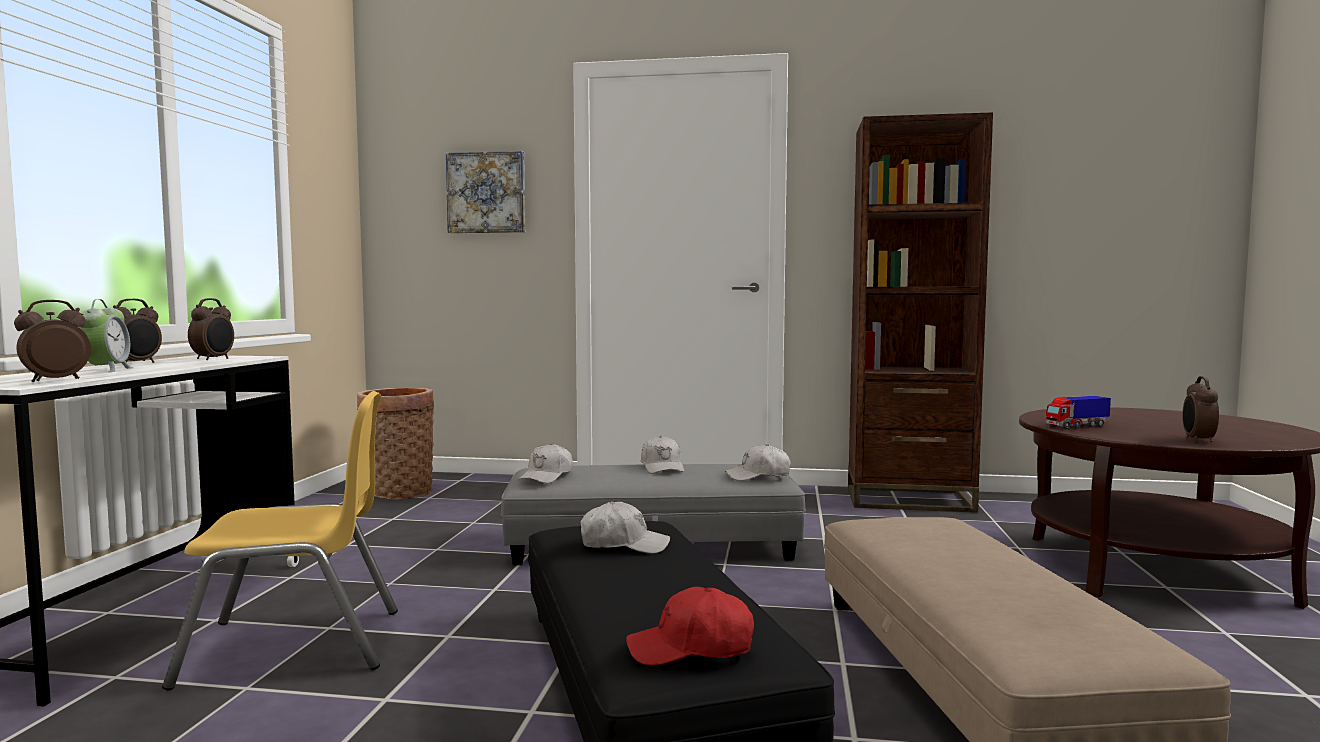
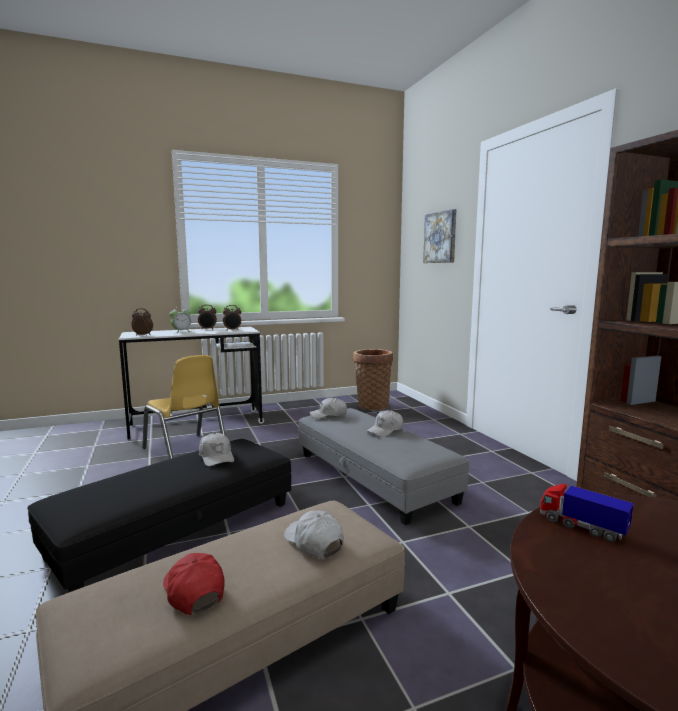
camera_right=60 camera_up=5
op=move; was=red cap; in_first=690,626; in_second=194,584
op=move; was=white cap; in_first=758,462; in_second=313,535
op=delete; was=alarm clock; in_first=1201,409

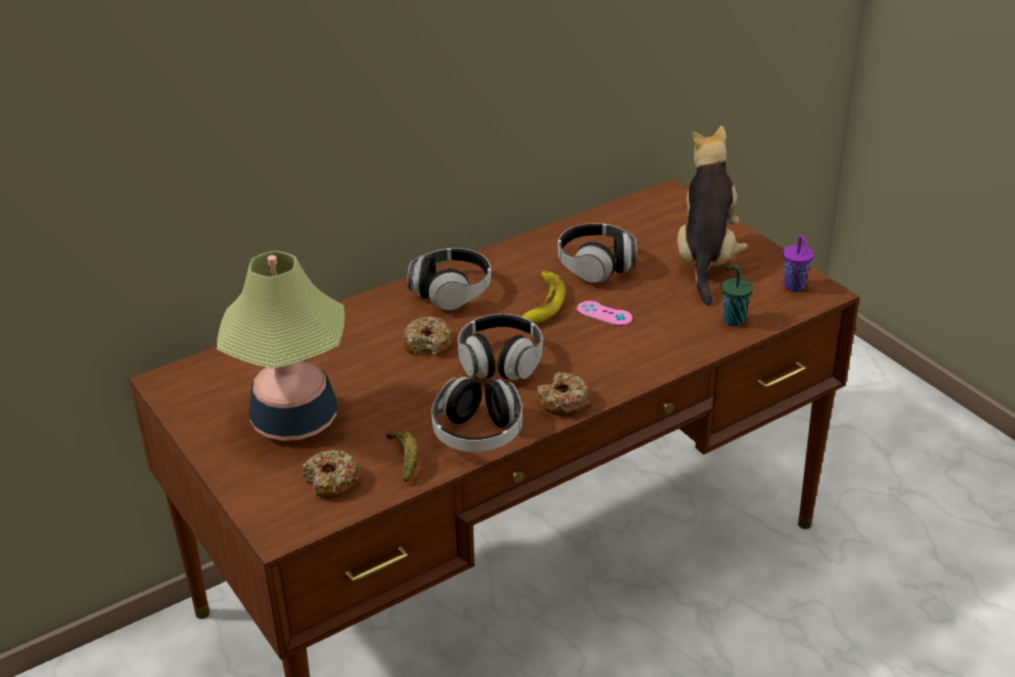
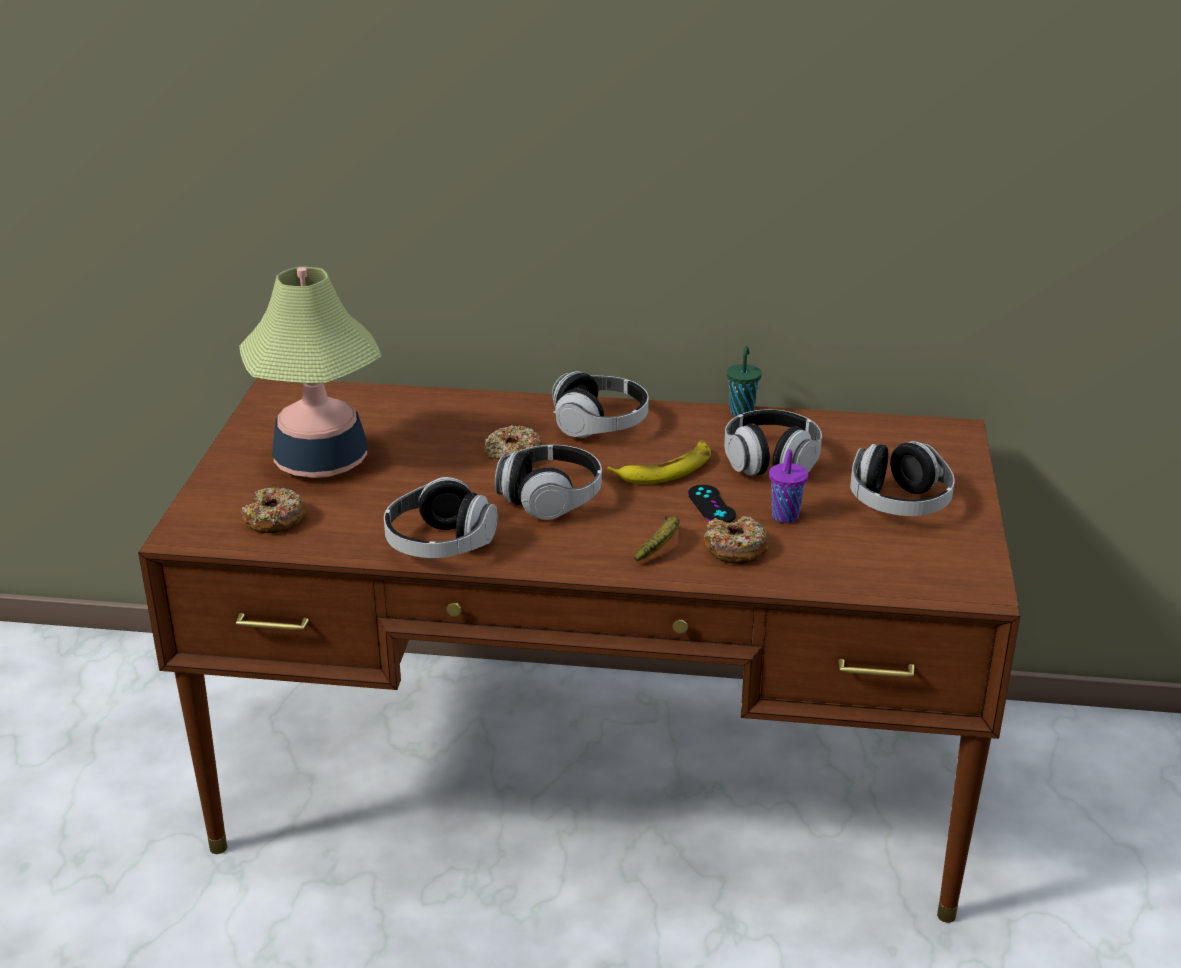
camera_right=40 camera_up=-5
op=move; was=banana; in_first=402,456; in_second=657,538
op=move; was=donut; in_first=563,394; in_second=736,540
op=recolor; was=pink game controller; now=black game controller; in_first=604,313; in_second=712,504
op=replace; was=plush toy; now=headphones; in_first=712,215; in_second=902,478
op=move; was=green cup; in_first=737,295; in_second=744,381
op=move; was=purple cup; in_first=798,263; in_second=788,486

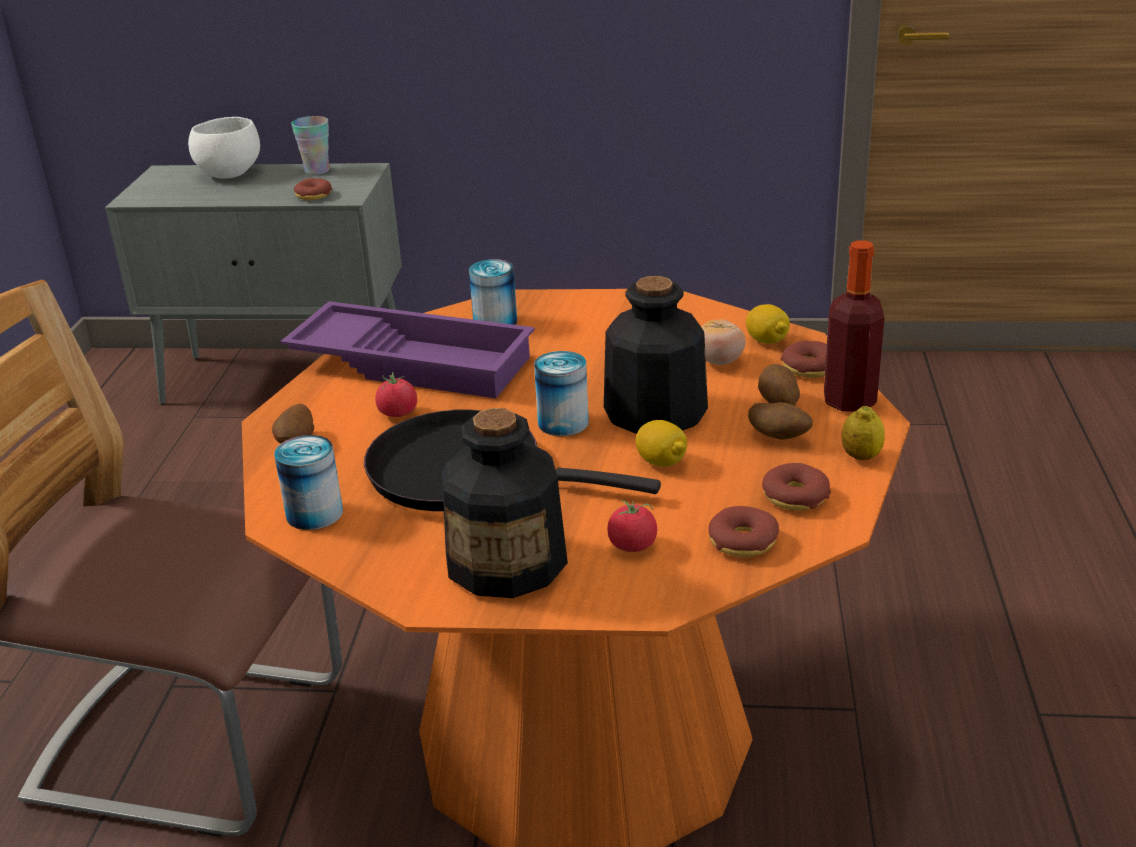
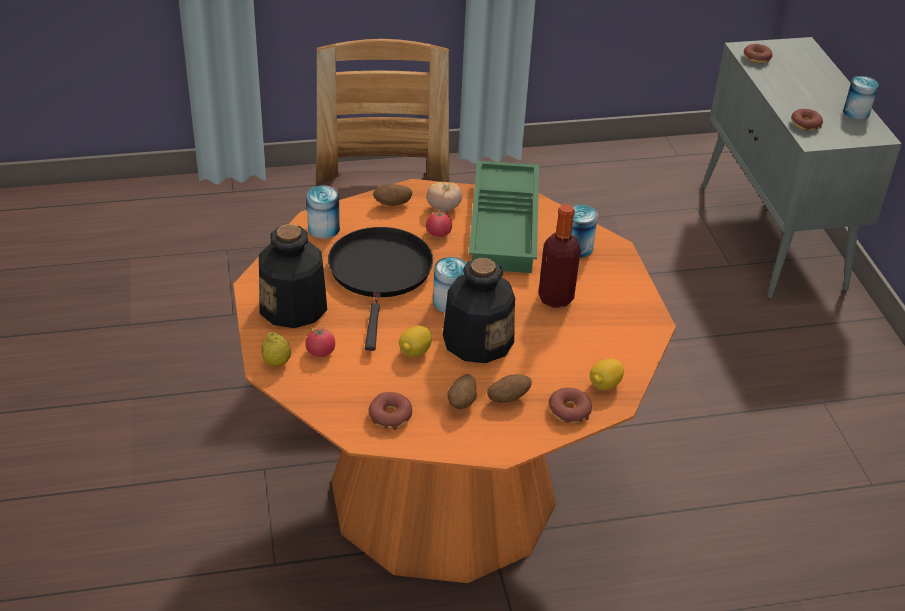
camera_right=70 camera_up=10
op=delete; was=white bowl; in_first=224,148
op=recolor; was=purple tray; now=green tray; in_first=407,349; in_second=504,217
op=replace; was=cup; now=can; in_first=310,145; in_second=860,98
op=move; was=tomato; in_first=723,342; in_second=444,196
op=move; was=donut; in_first=743,531; in_second=758,53
op=move; was=bottle; in_first=854,325; in_second=559,256
op=move; was=lemon; in_first=863,433; in_second=276,349

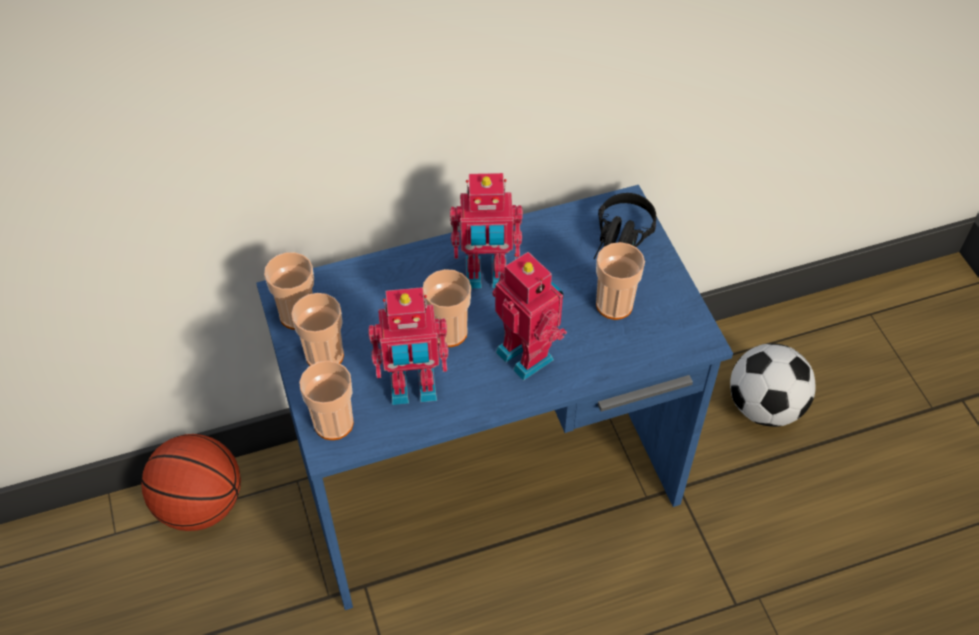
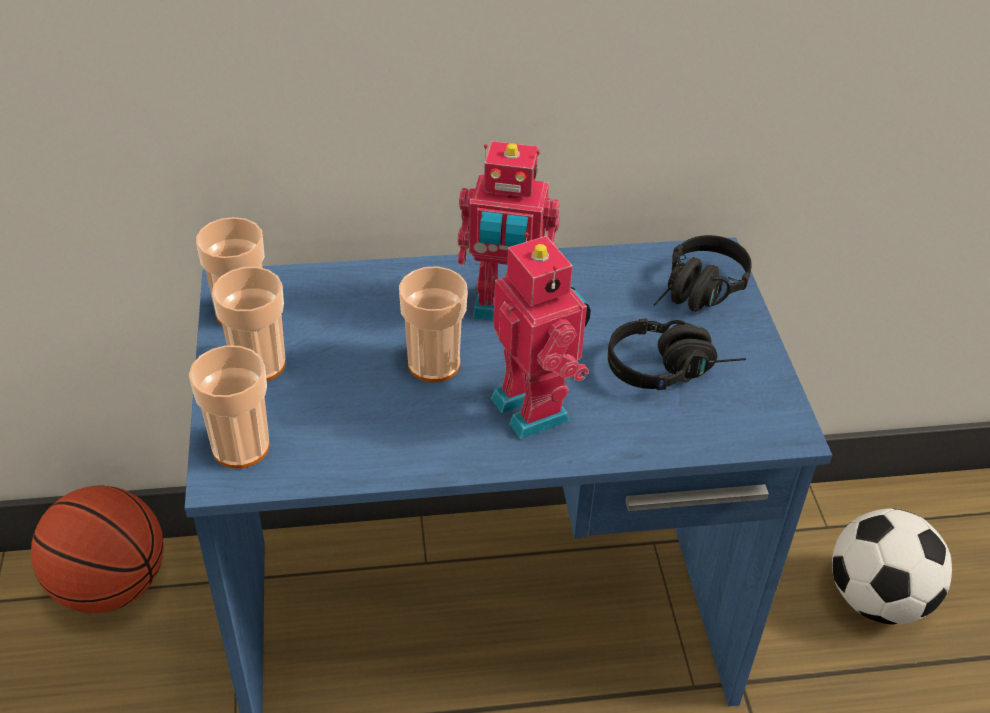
camera_right=10 camera_up=-10
op=delete; was=toy robot; in_first=408,346
op=replace; was=cup; now=black headphones; in_first=620,281; in_second=677,354

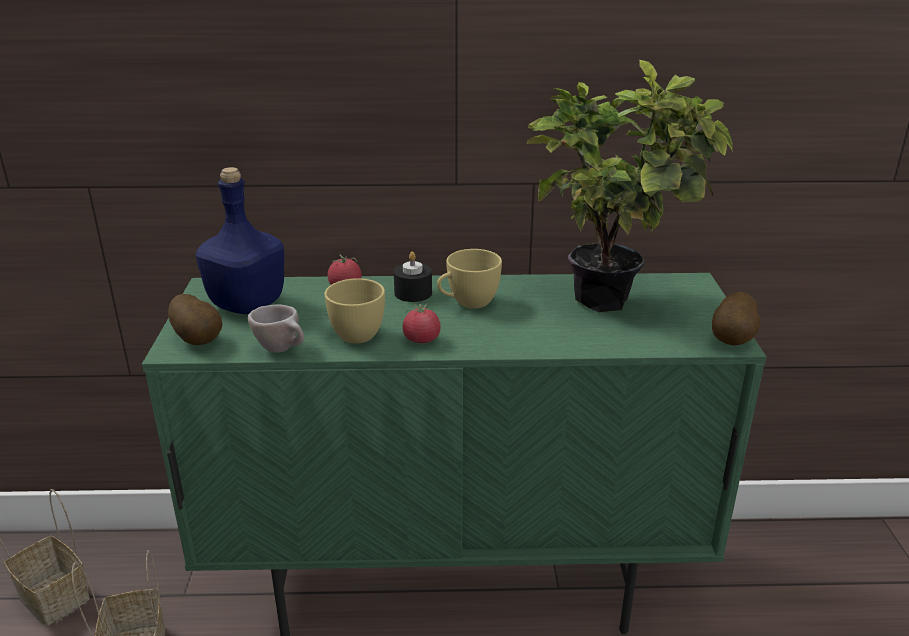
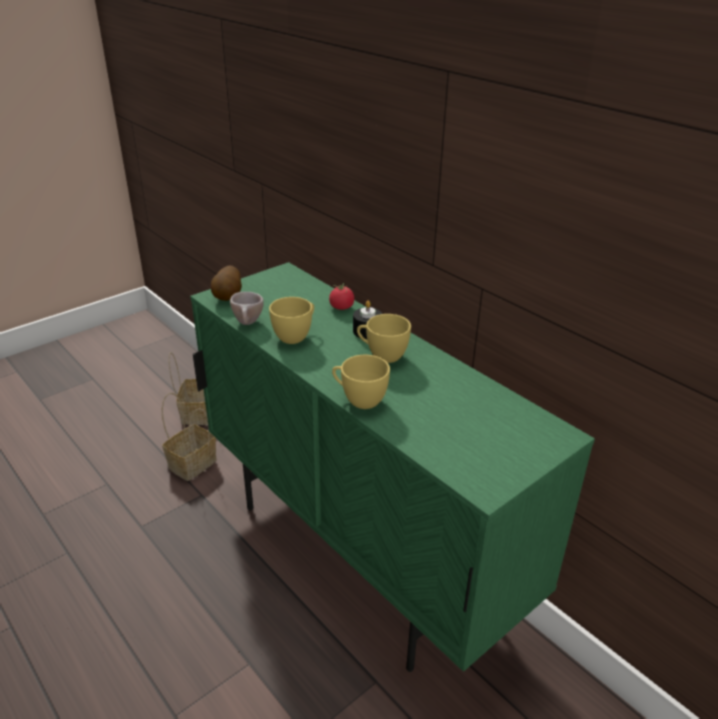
camera_right=50 camera_up=5
op=delete; was=blue bottle; in_first=240,240
op=delete; was=tomato; in_first=422,322
op=delete; was=potted plant; in_first=629,186
op=delete; was=potato; in_first=736,319
op=insert; now=yellow cup; in_second=361,382

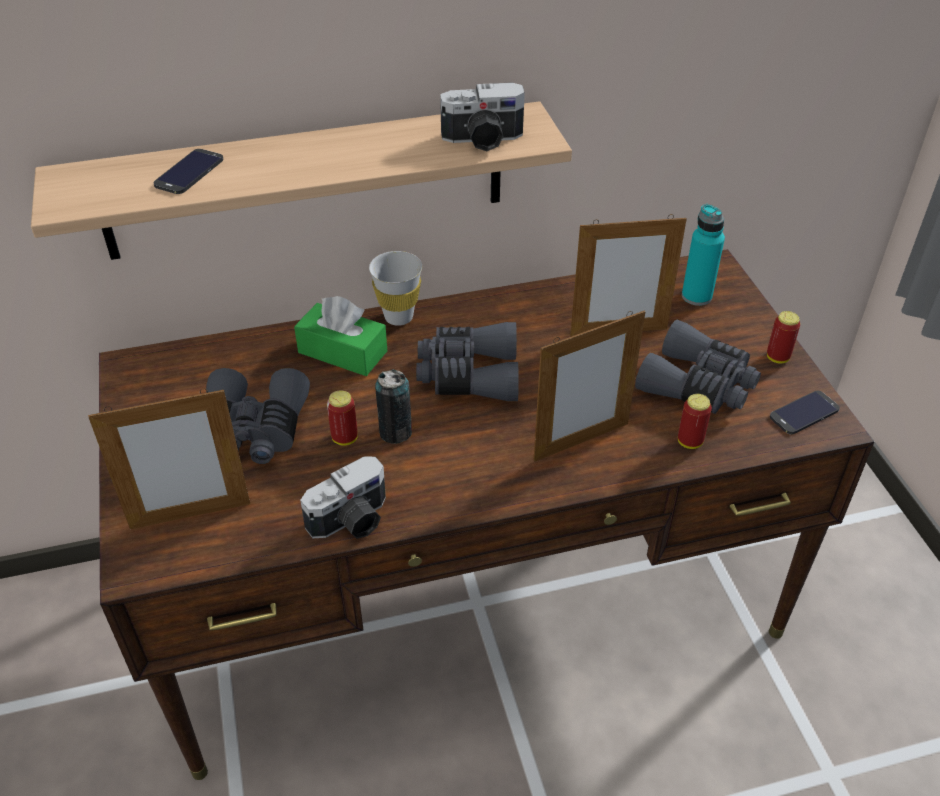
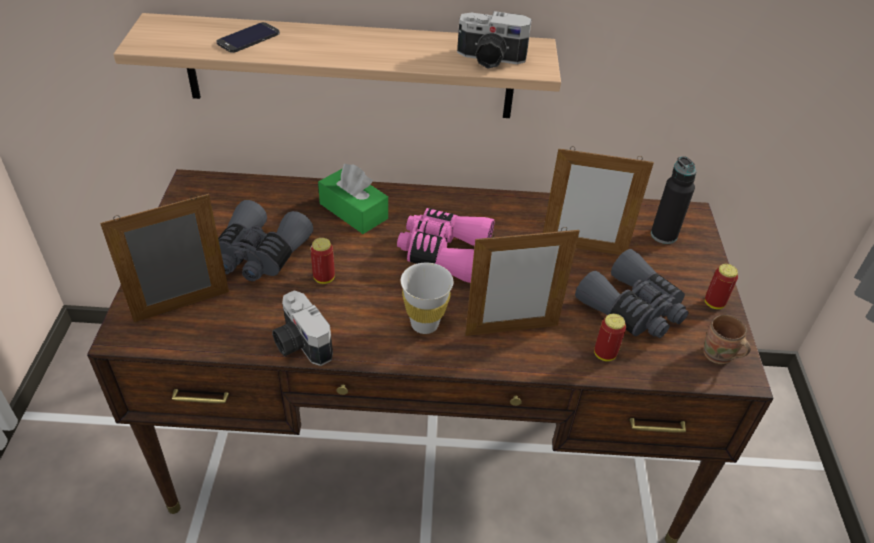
camera_right=15 camera_up=0
op=rotate; was=picture frame; in_first=169,458; in_second=164,258; clockwise=150
op=rotate; was=photo camera; in_first=343,498; in_second=302,328; clockwise=75
op=move; was=white cup; in_first=395,288; in_second=427,298
op=delete; was=can; in_first=393,406
op=recolor; was=grey binoculars; now=pink binoculars; in_first=467,361; in_second=445,245
op=recolor; was=turquoise bottle; now=black bottle; in_first=703,255; in_second=674,200
op=replace; was=phone; now=brown mug; in_first=805,412; in_second=727,339

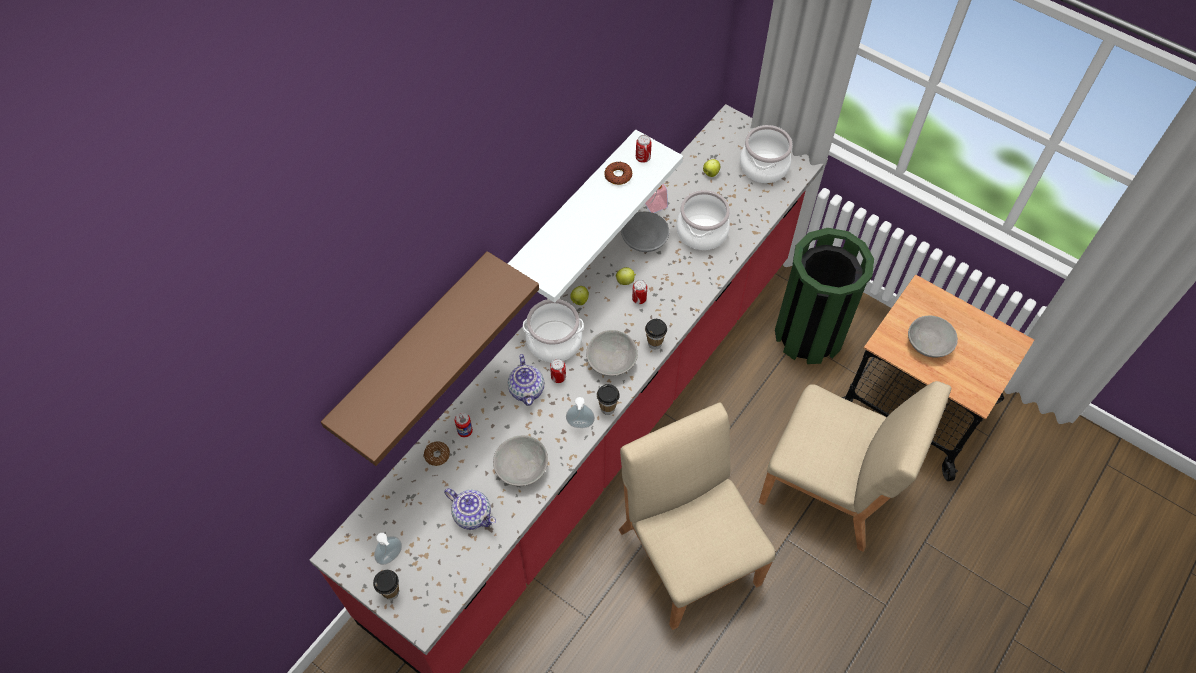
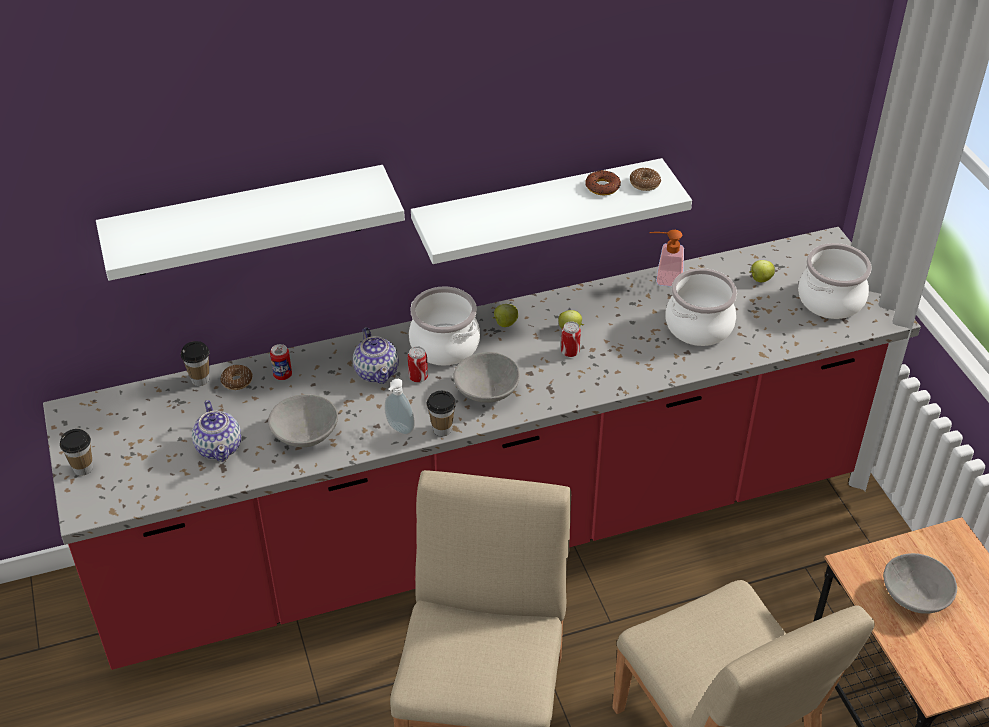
camera_right=35 camera_up=-15
op=recolor; was=brown shelf; now=white shelf; in_first=430,358; in_second=250,223
op=delete; was=soap dispenser; in_first=388,549
op=rotate; was=teapot; in_first=526,380; in_second=376,355; clockwise=-45
op=delete; was=grey bowl; in_first=645,232
op=replace; was=can; now=donut; in_first=644,149; in_second=645,179
op=move; was=cup; in_first=656,334; in_second=195,363
op=delete; was=green trash can; in_first=824,296

